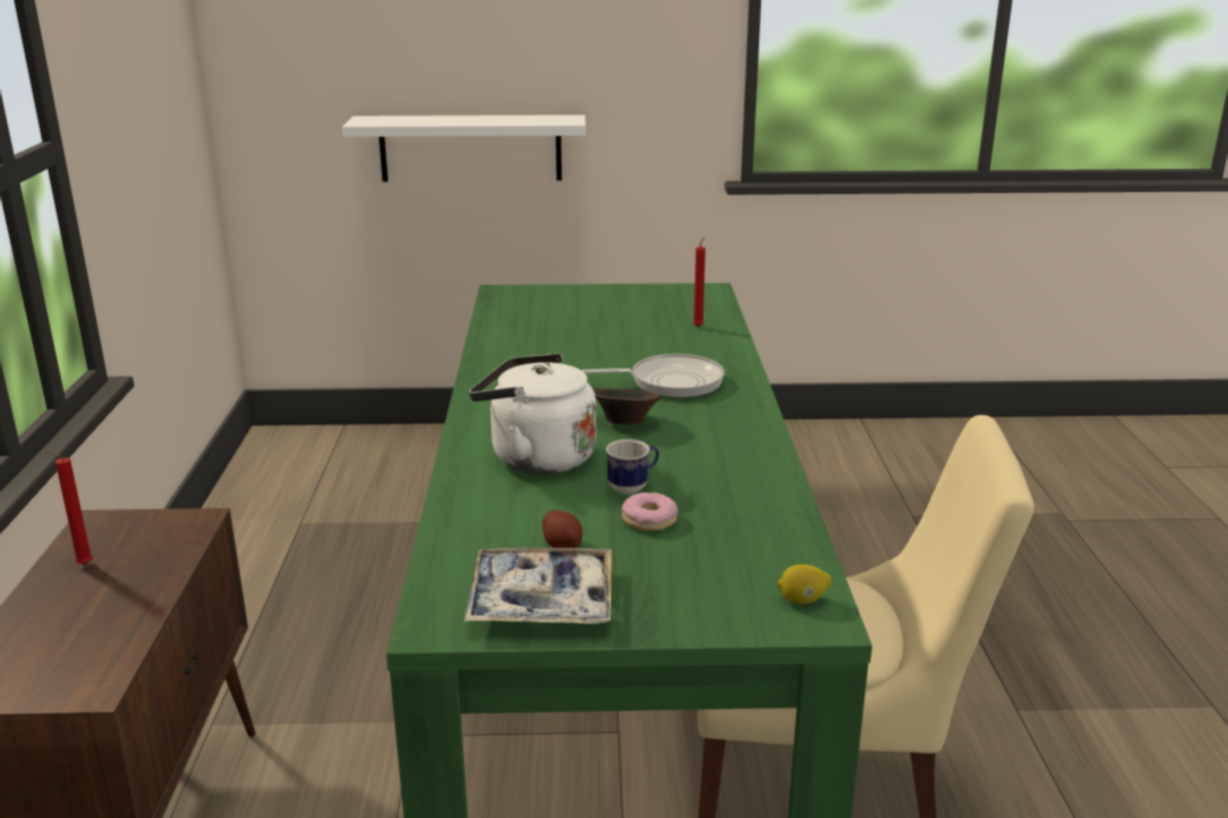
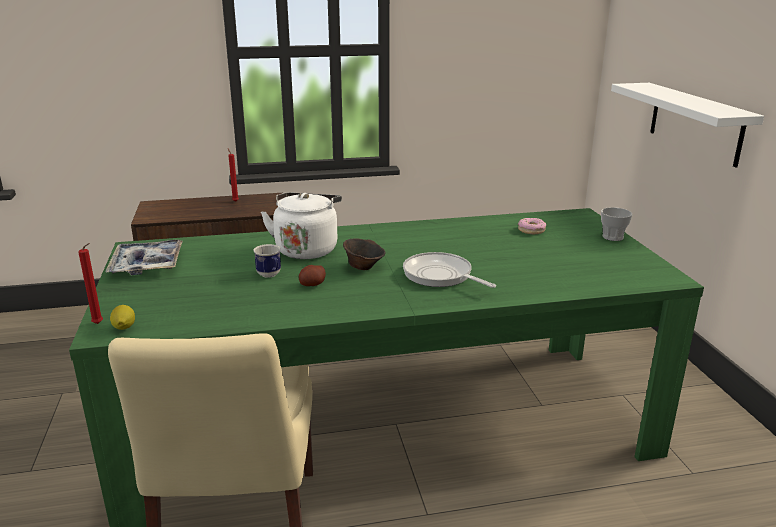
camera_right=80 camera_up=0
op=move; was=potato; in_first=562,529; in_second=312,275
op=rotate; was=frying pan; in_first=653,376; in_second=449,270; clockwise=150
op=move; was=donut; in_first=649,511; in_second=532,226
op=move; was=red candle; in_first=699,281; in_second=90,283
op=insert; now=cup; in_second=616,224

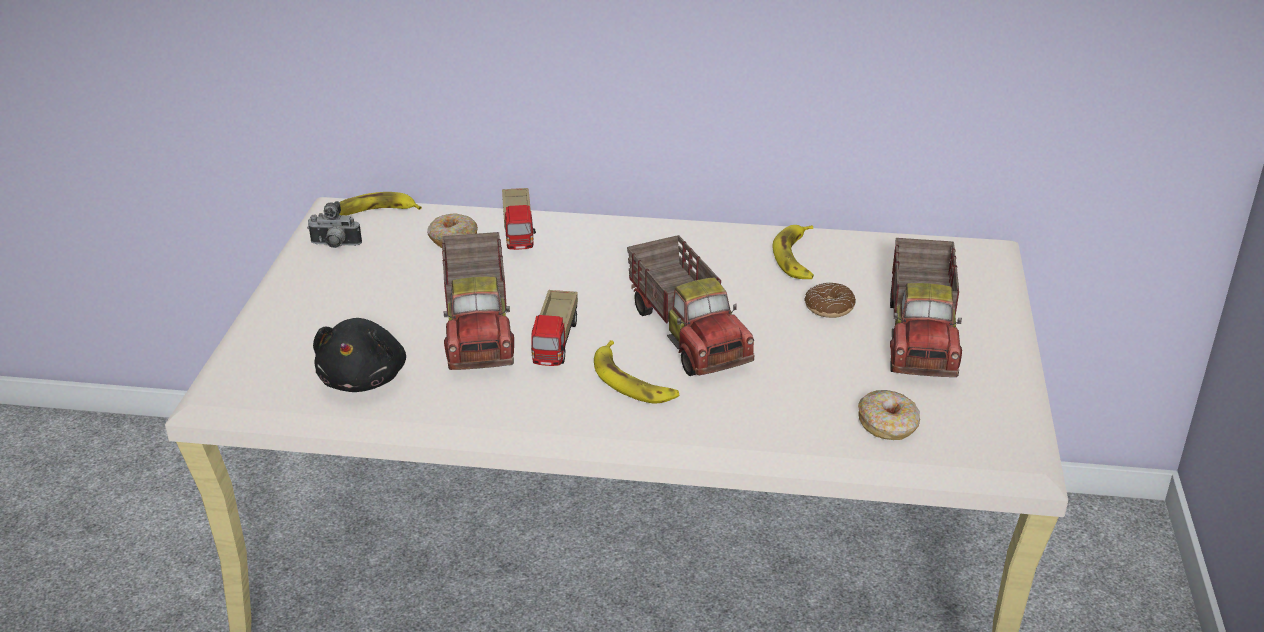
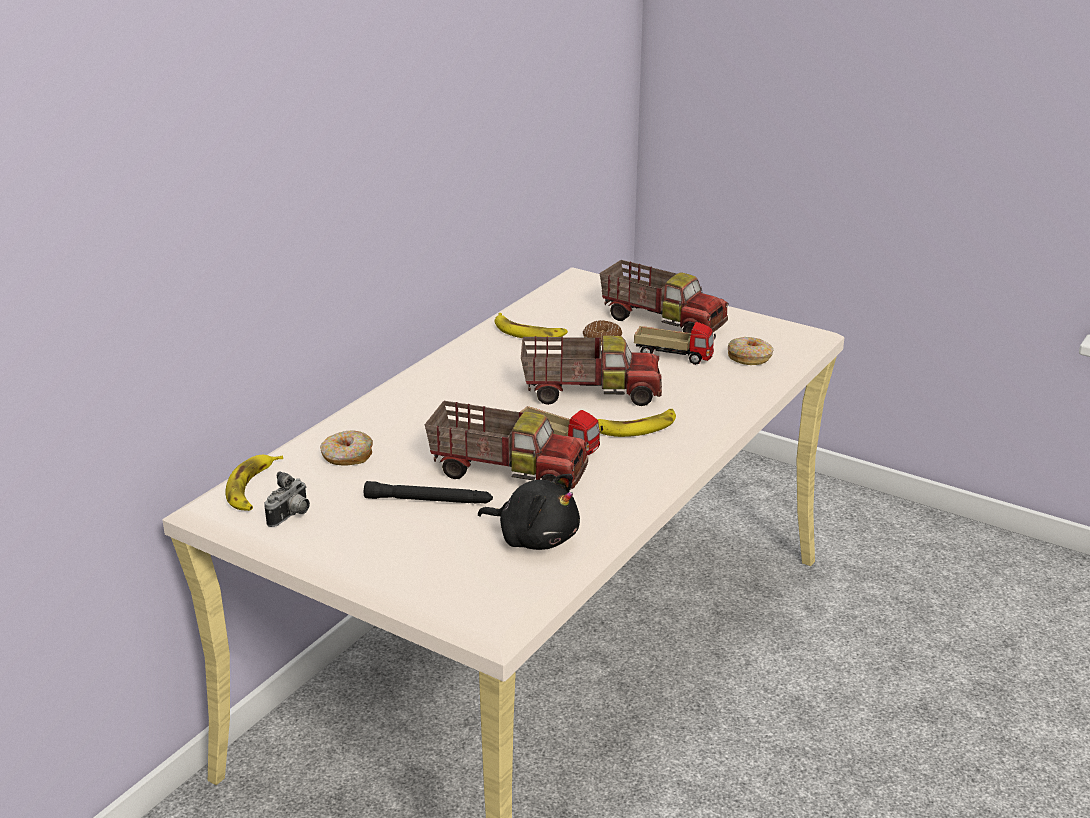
camera_right=-65 camera_up=-5
op=move; was=toy truck; in_first=519,219; in_second=675,343
op=insert; now=black flashlight; in_second=428,492

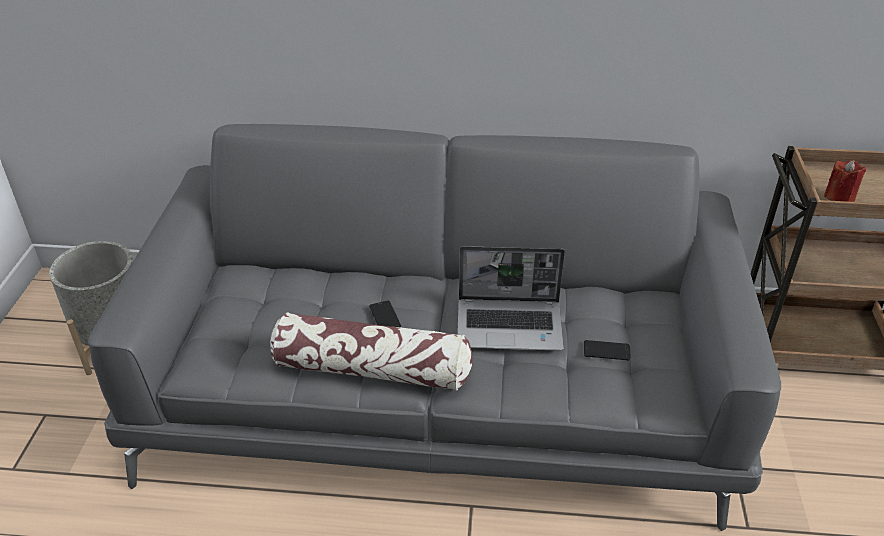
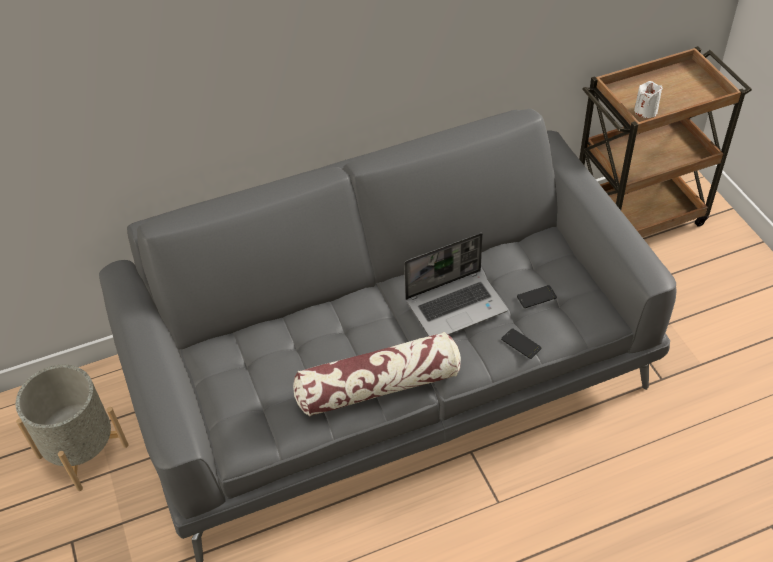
camera_right=-25 camera_up=10
op=move; was=phone; in_first=385,314; in_second=521,343
op=recolor; was=red candle; now=white candle; in_first=845,181; in_second=648,99

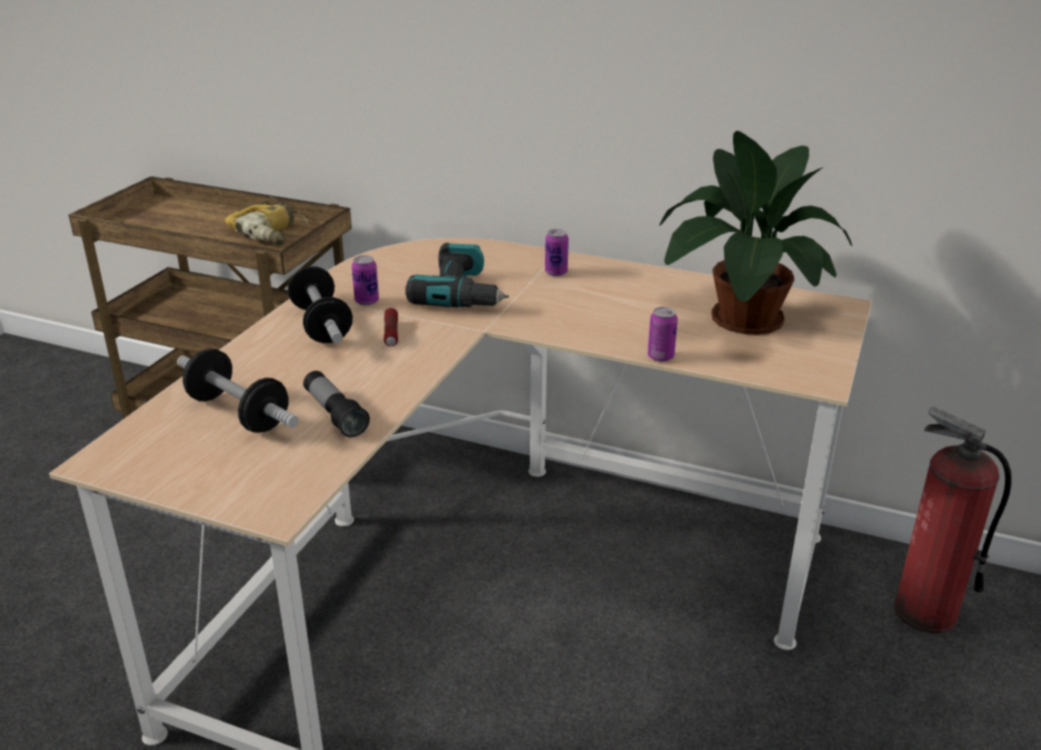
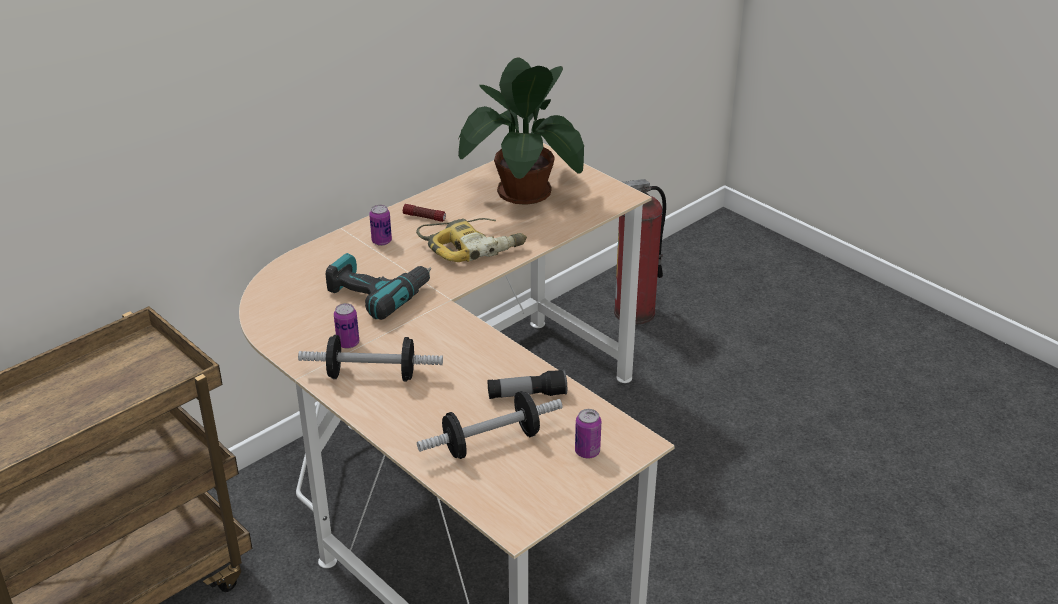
camera_right=-65 camera_up=5
op=move; was=power drill; in_first=267,220; in_second=471,240
op=move; was=flashlight; in_first=391,327; in_second=424,213
op=move; was=can; in_first=663,334; in_second=588,433

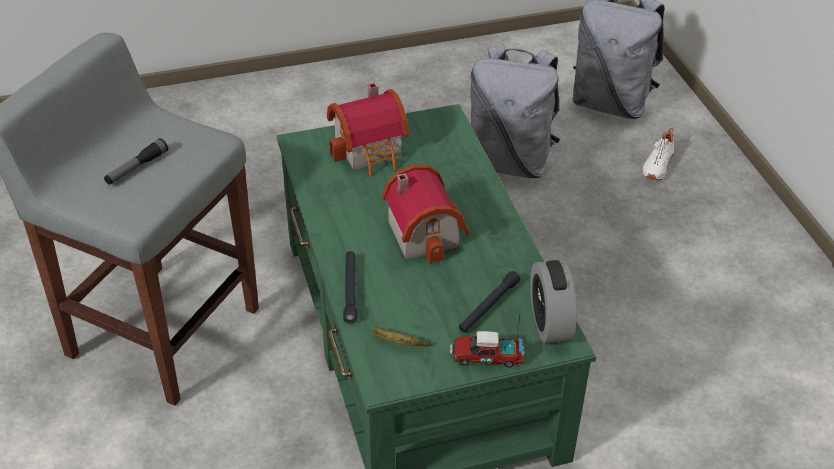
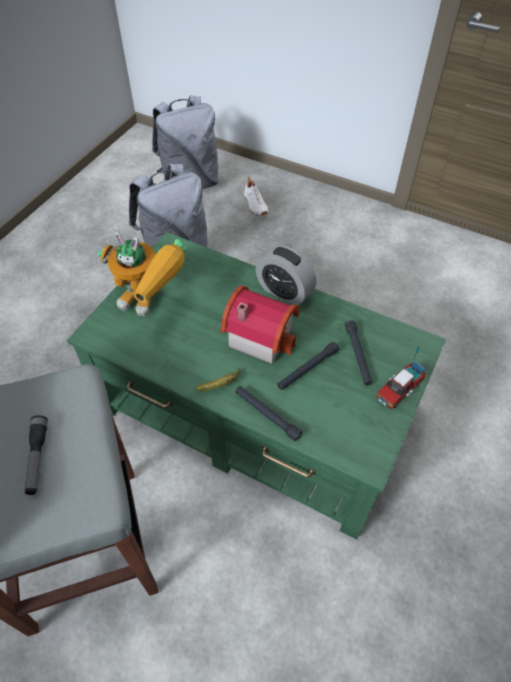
camera_right=-45 camera_up=10
op=replace; was=toy house; now=toy robot; in_first=368,129; in_second=142,274
op=move; was=banana; in_first=401,337; in_second=218,379
op=move; was=alarm clock; in_first=553,301; in_second=286,275
op=insert; now=black flashlight; in_second=308,366

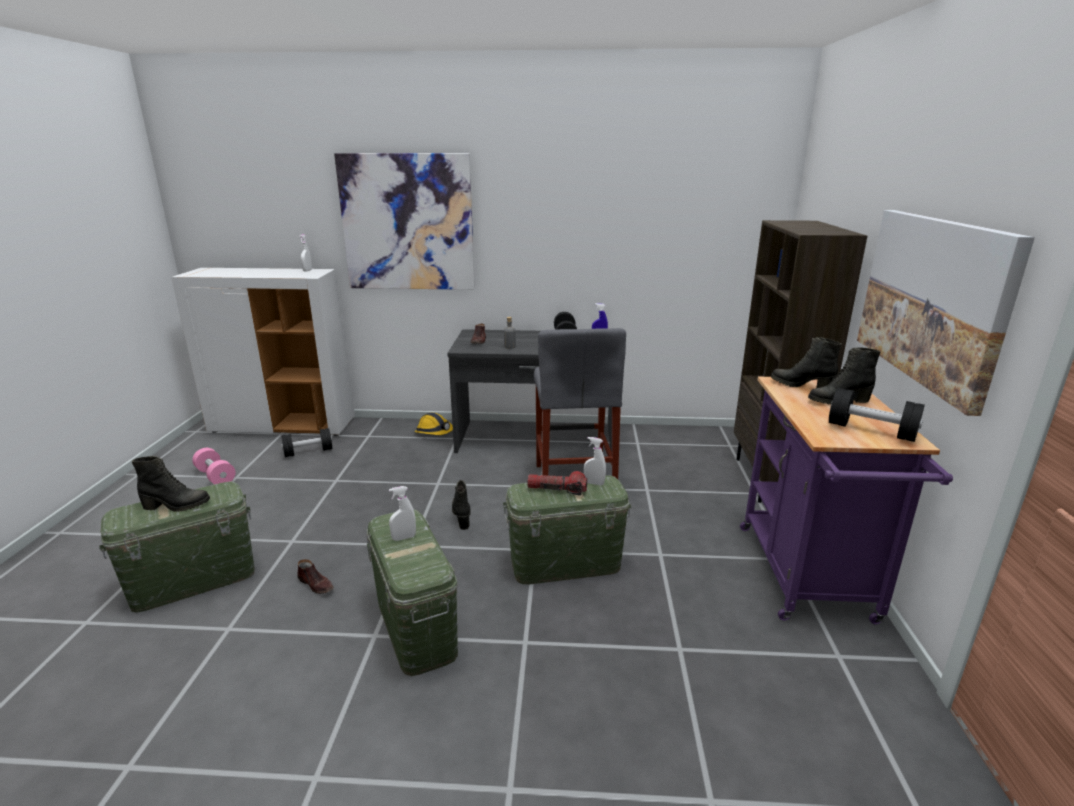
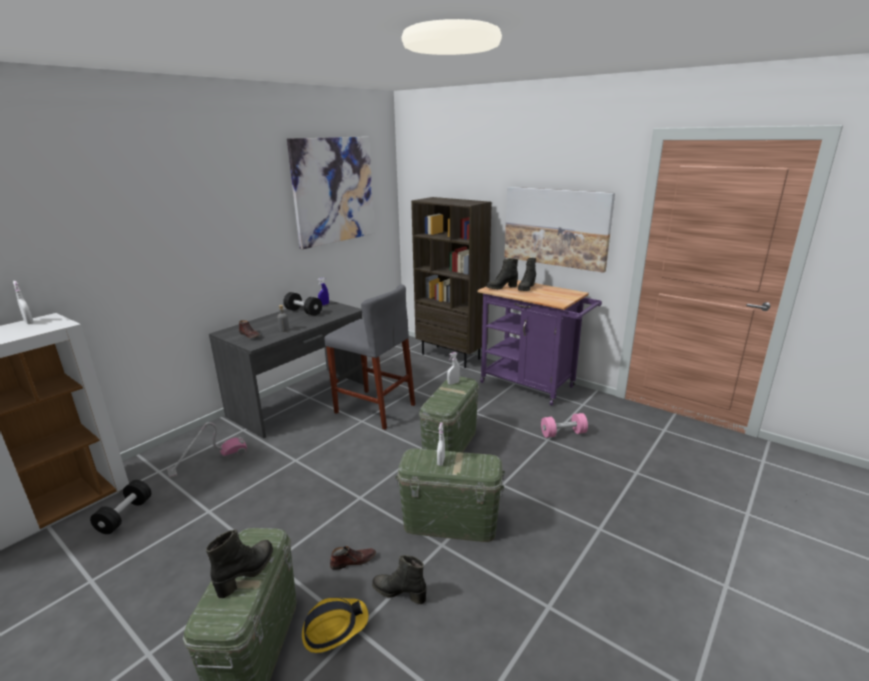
camera_right=-55 camera_up=0
op=move; was=pink dumbbell; in_first=214,466; in_second=564,425
op=move; was=picture; in_first=404,221; in_second=331,193
op=move; was=hard hat; in_first=434,424; in_second=335,625
op=move; was=black boot; in_first=461,505; in_second=399,579
op=delete; was=flashlight; in_first=557,483
op=delete; was=black dumbbell; in_first=877,415
op=insert; now=vacuum cleaner; in_second=207,450

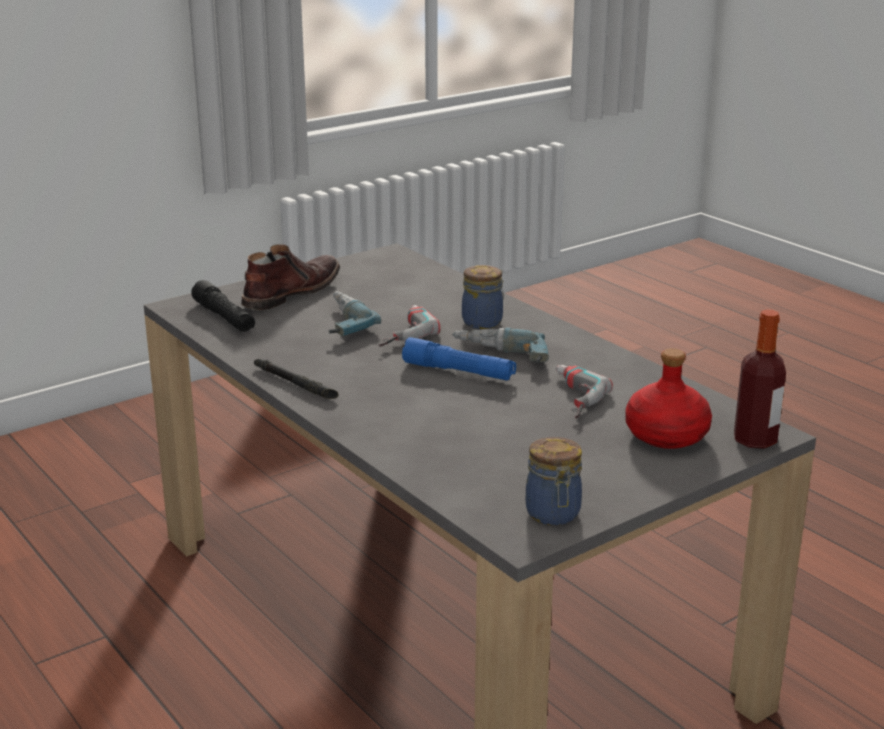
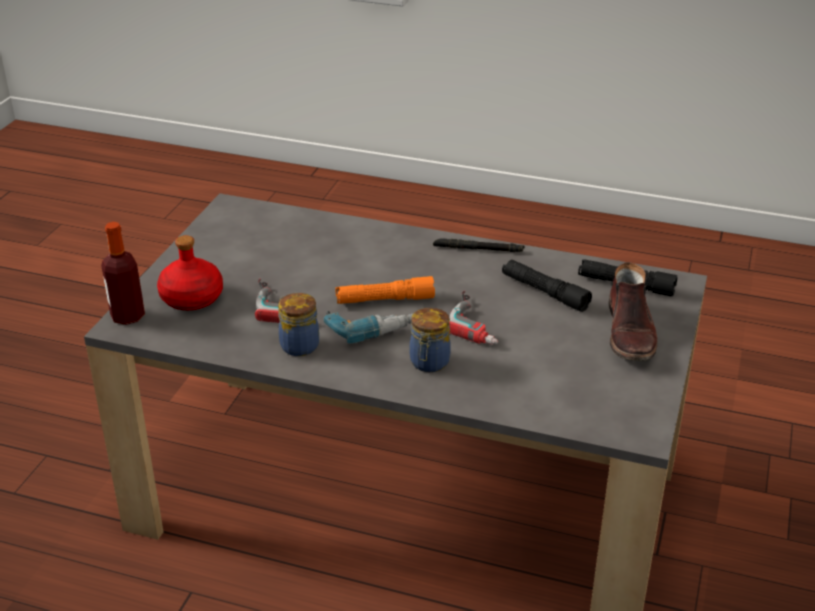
camera_right=145 camera_up=10
op=delete; was=power drill; in_first=355,313
op=recolor; was=blue flashlight; now=orange flashlight; in_first=459,359; in_second=385,290
op=move; was=jar; in_first=554,481; in_second=298,324
op=insert; now=black flashlight; in_second=547,286

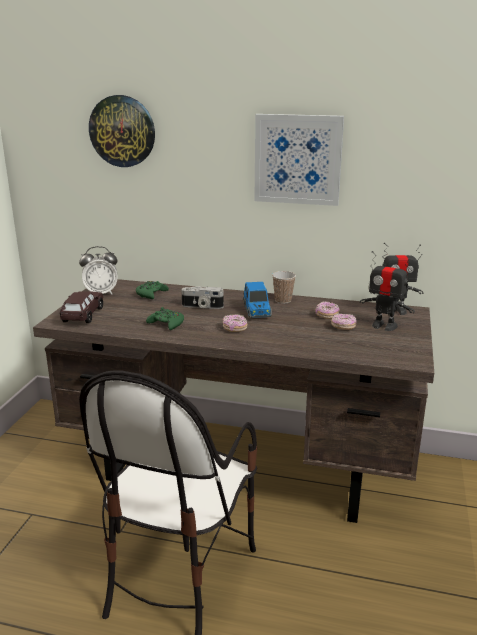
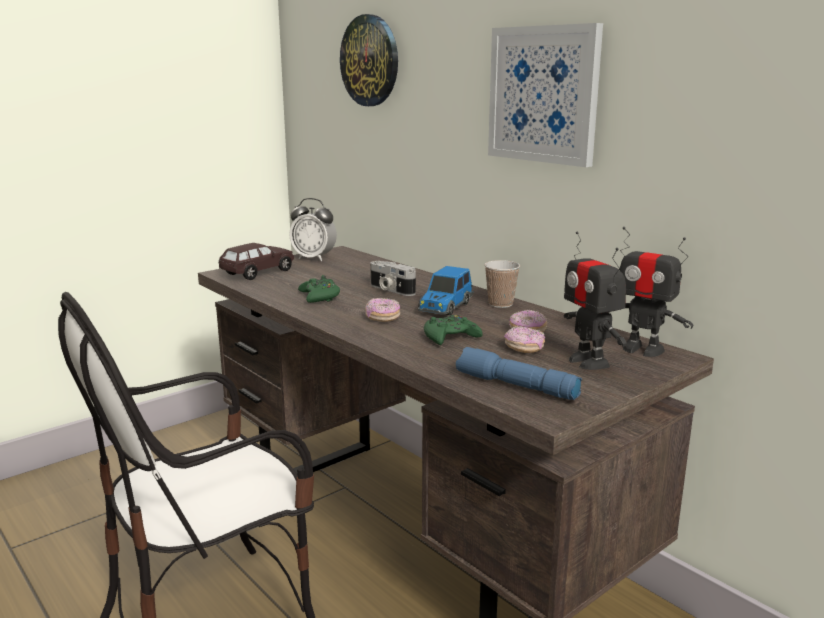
camera_right=35 camera_up=-5
op=move; was=green game controller; in_first=152,290; in_second=453,329
op=insert; now=blue flashlight; in_second=519,373

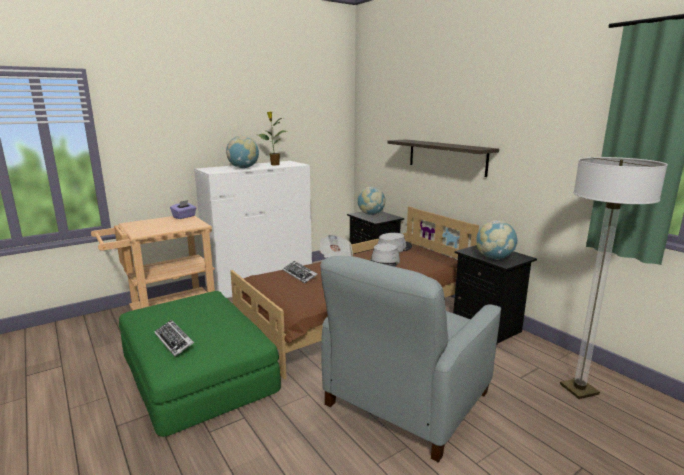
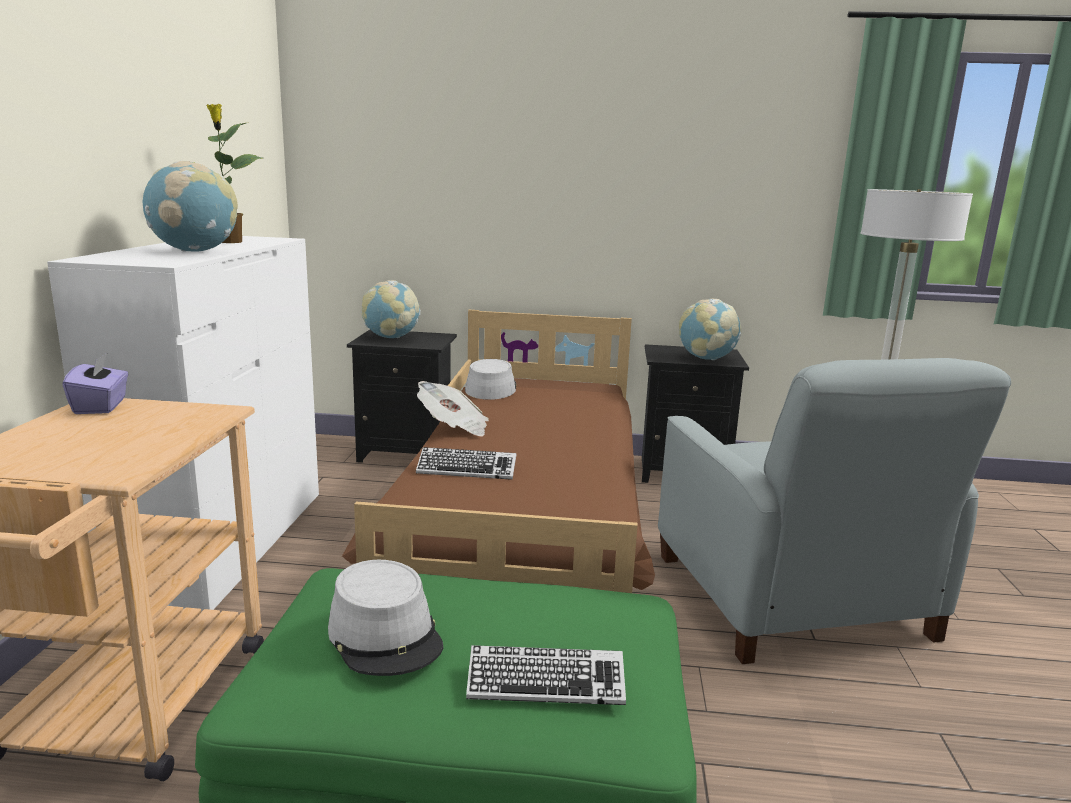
camera_right=-50 camera_up=0
op=move; was=grey hat; in_first=385,255; in_second=385,618
op=delete; was=shelf; in_first=443,158

